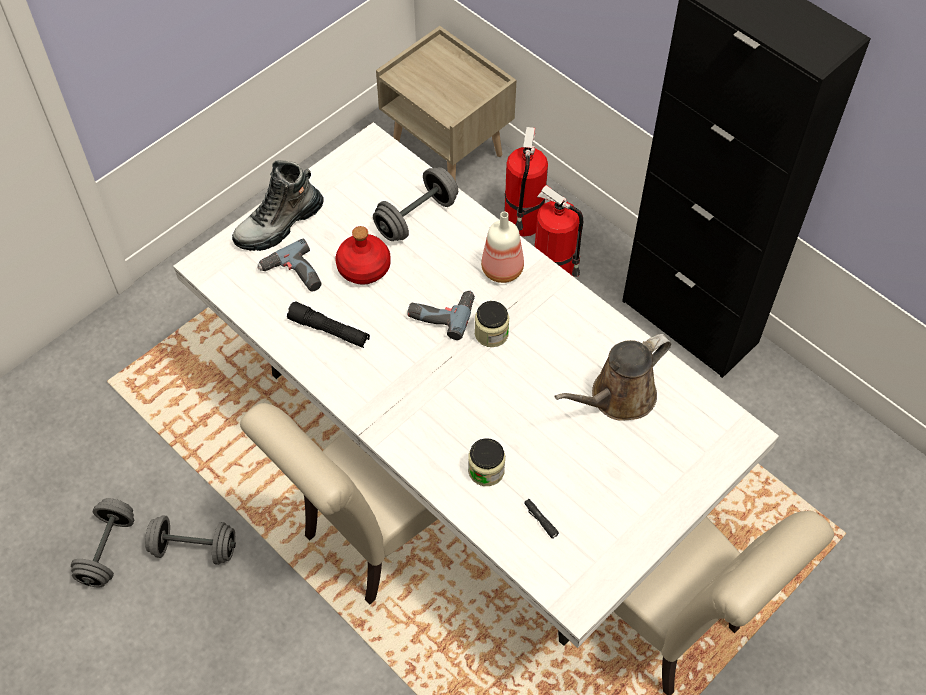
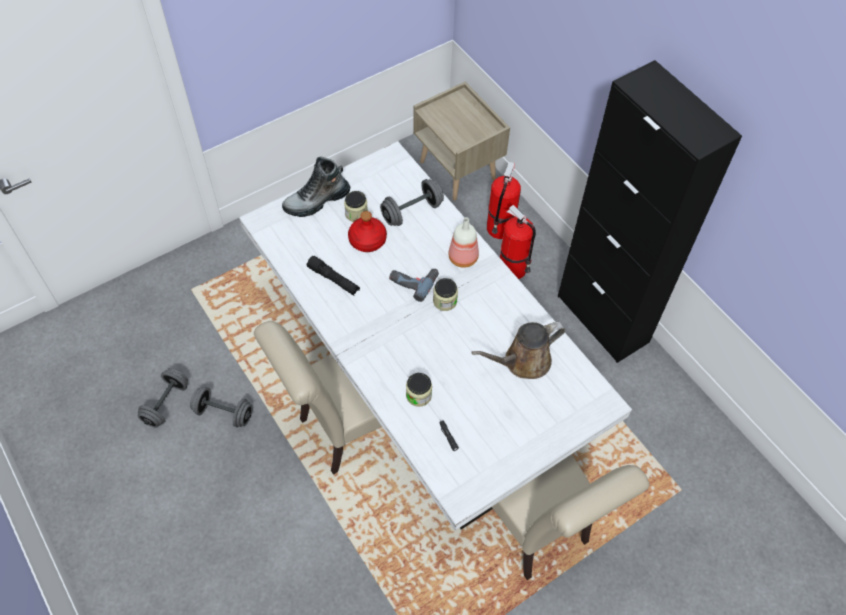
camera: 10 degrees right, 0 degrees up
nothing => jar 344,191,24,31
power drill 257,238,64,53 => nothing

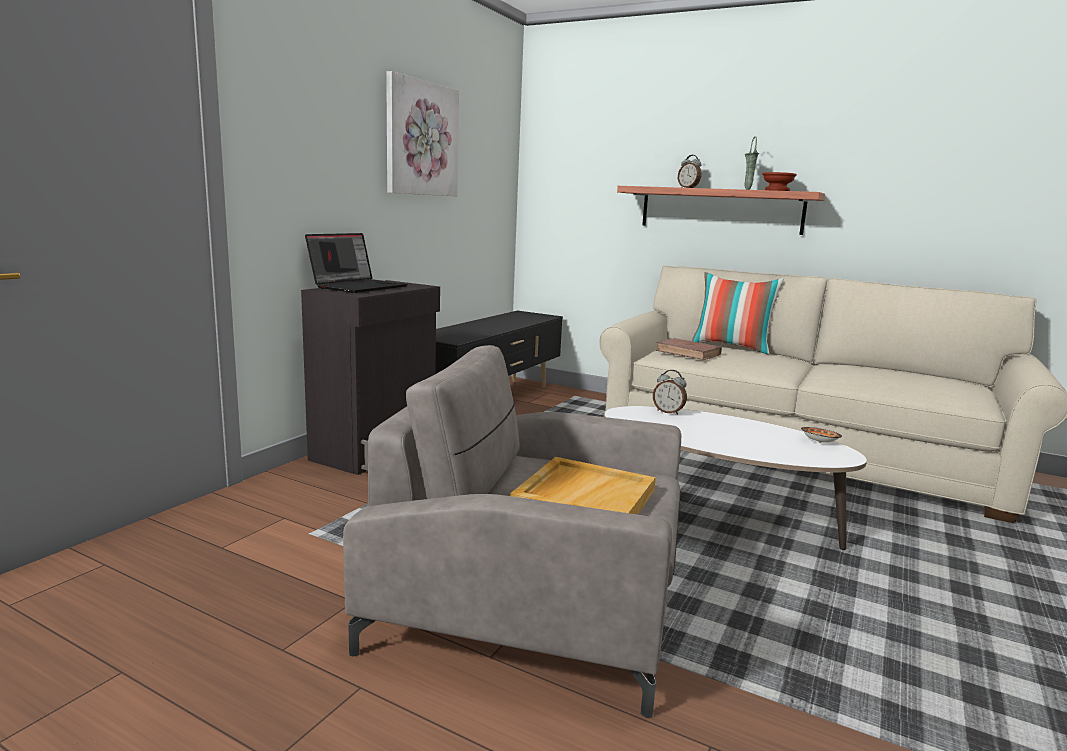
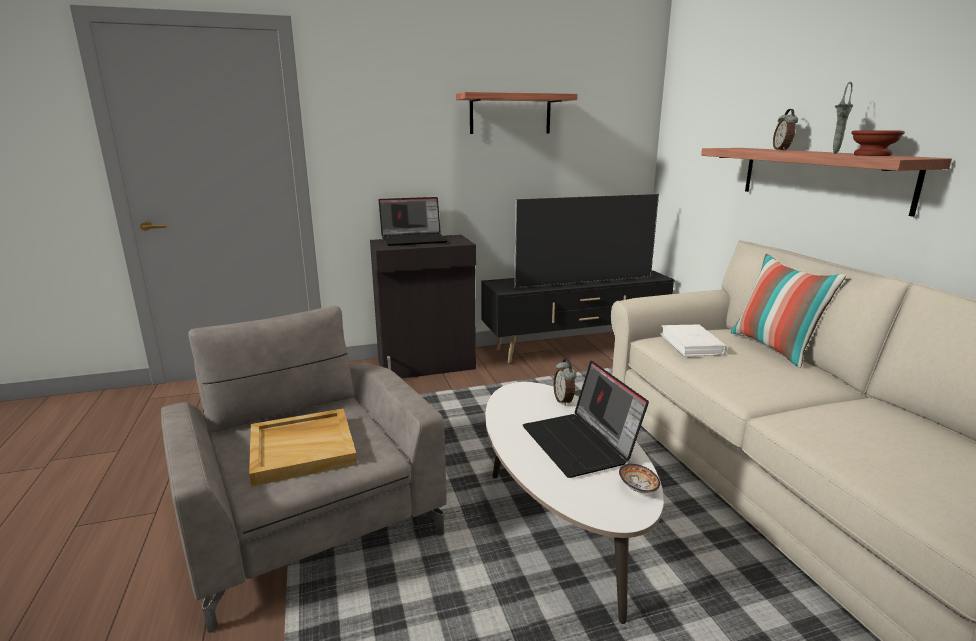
camera: 45 degrees right, 5 degrees up
picture 386,71,73,125 => shelf 456,92,122,42
nothing => television 514,194,145,94
nothing => laptop 523,361,126,117
brown book 655,338,67,22 => white book 660,325,67,31

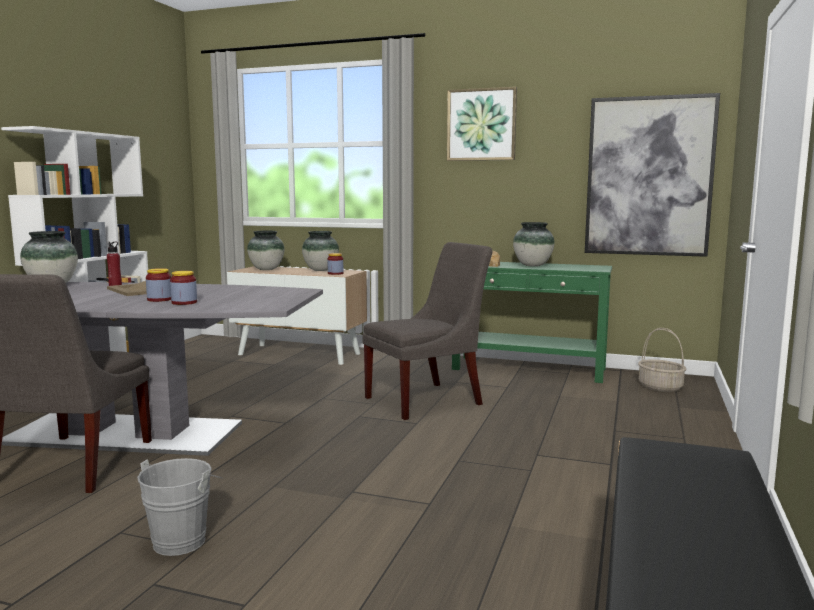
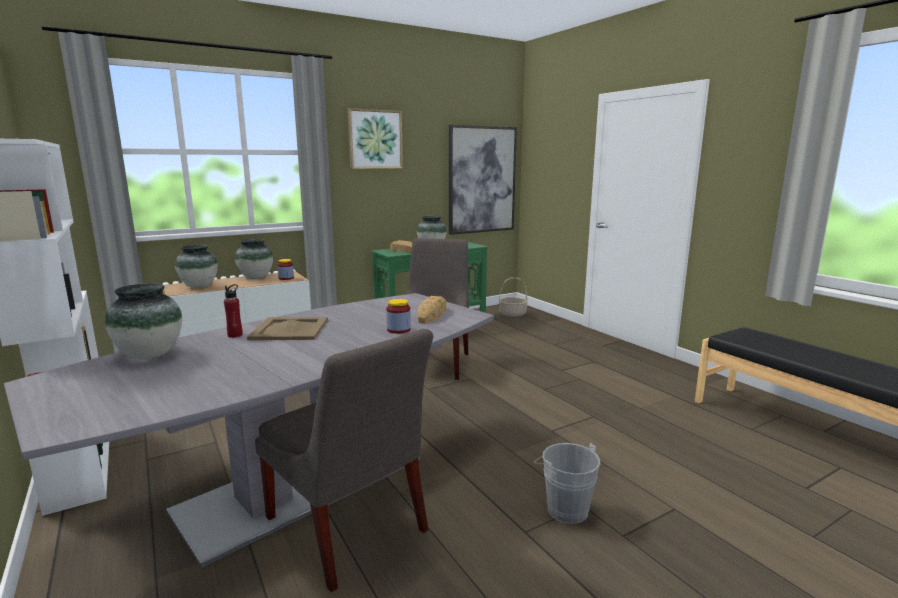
camera: 50 degrees left, 5 degrees up
nothing => bread 418,296,28,28
jar 146,268,25,34 => nothing

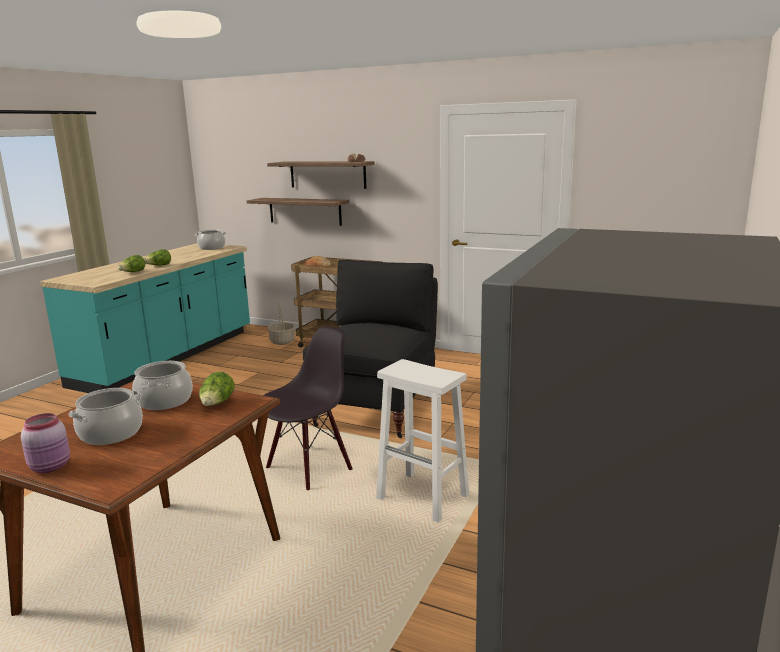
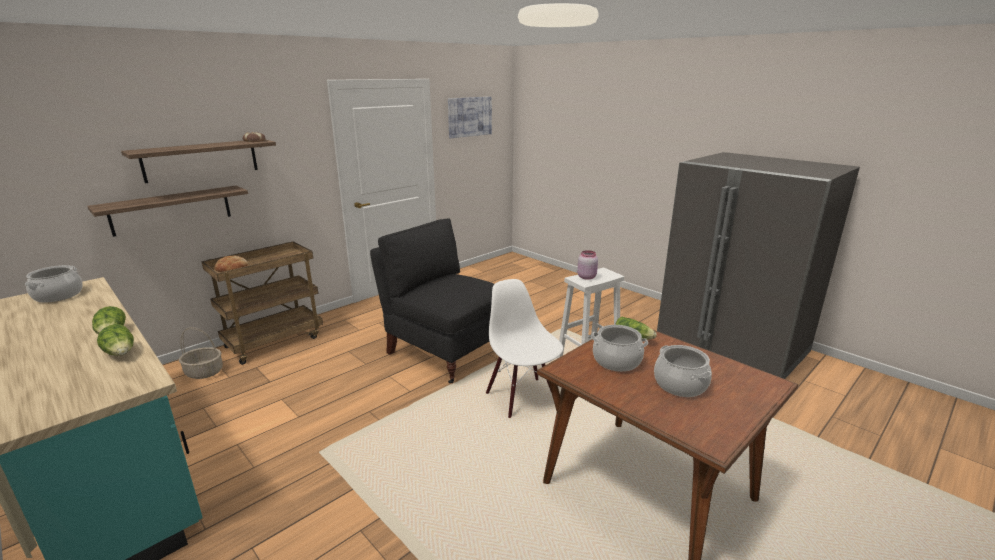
camera: 70 degrees left, 5 degrees up
nothing => picture 448,97,44,41
black chair 263,326,90,164 => white chair 486,279,77,139
pink jar 21,413,49,60 => pink jar 577,250,21,30, move

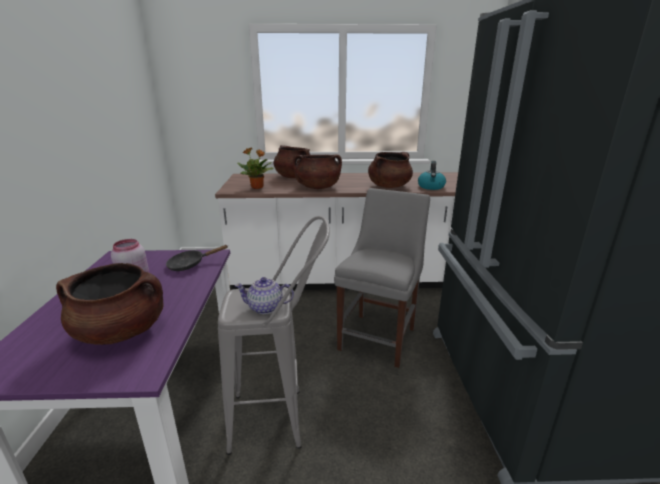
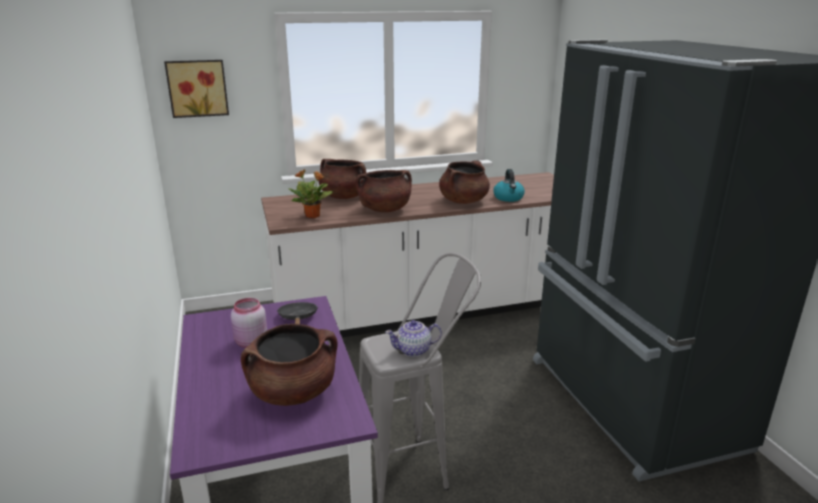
camera: 15 degrees left, 0 degrees up
nothing => picture 164,60,65,58
black frying pan 166,245,62,26 => black frying pan 277,302,41,22, 120 degrees clockwise
grey chair 334,188,96,180 => nothing

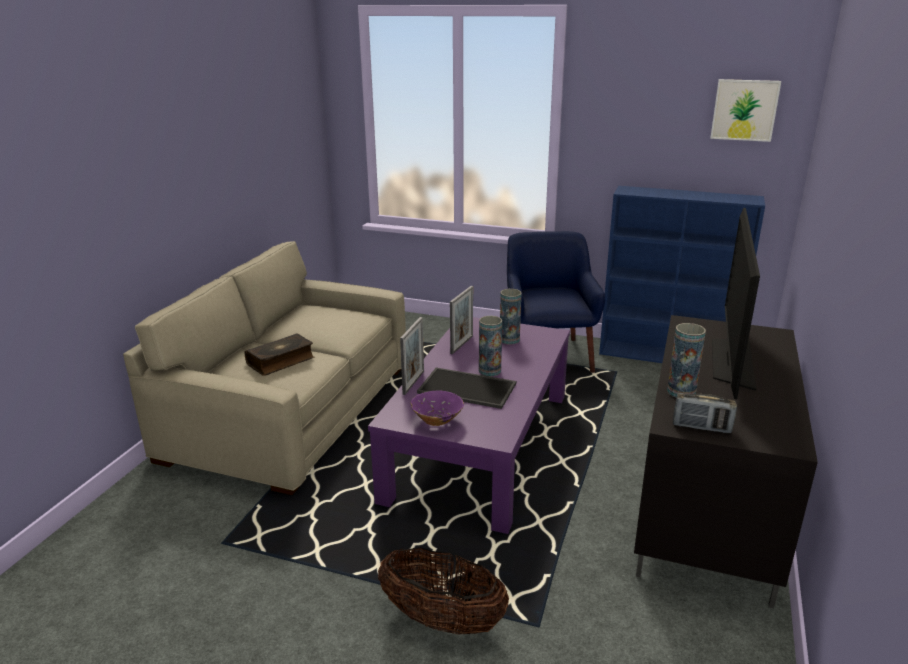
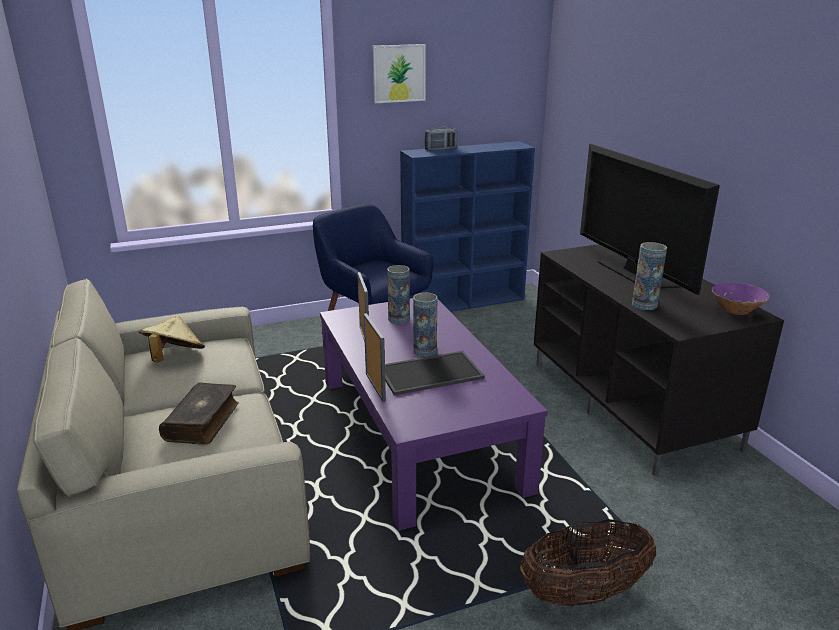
camera: 40 degrees left, 0 degrees up
nothing => beige hat 139,316,66,46
picture 710,79,71,63 => picture 373,44,53,59, move
radio 673,393,64,40 => radio 425,127,32,24, move
purple bowl 411,390,53,36 => purple bowl 712,282,58,33, move

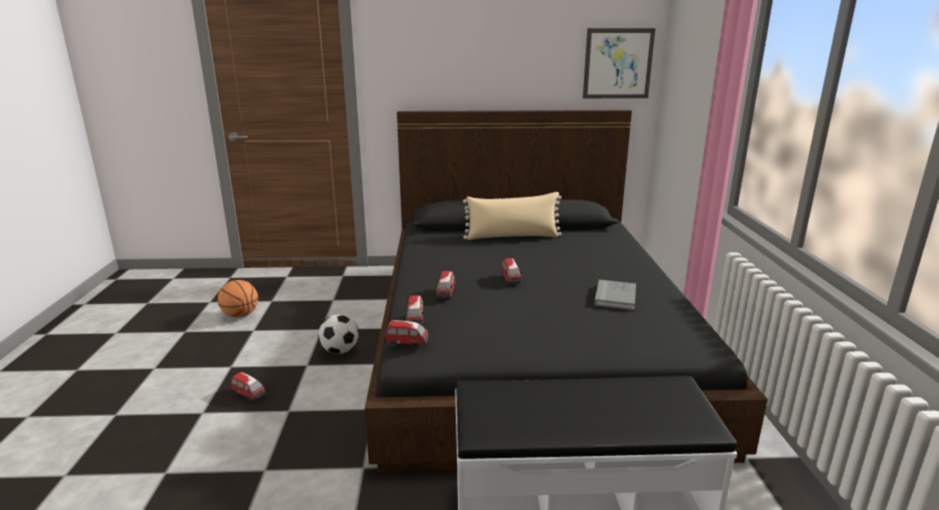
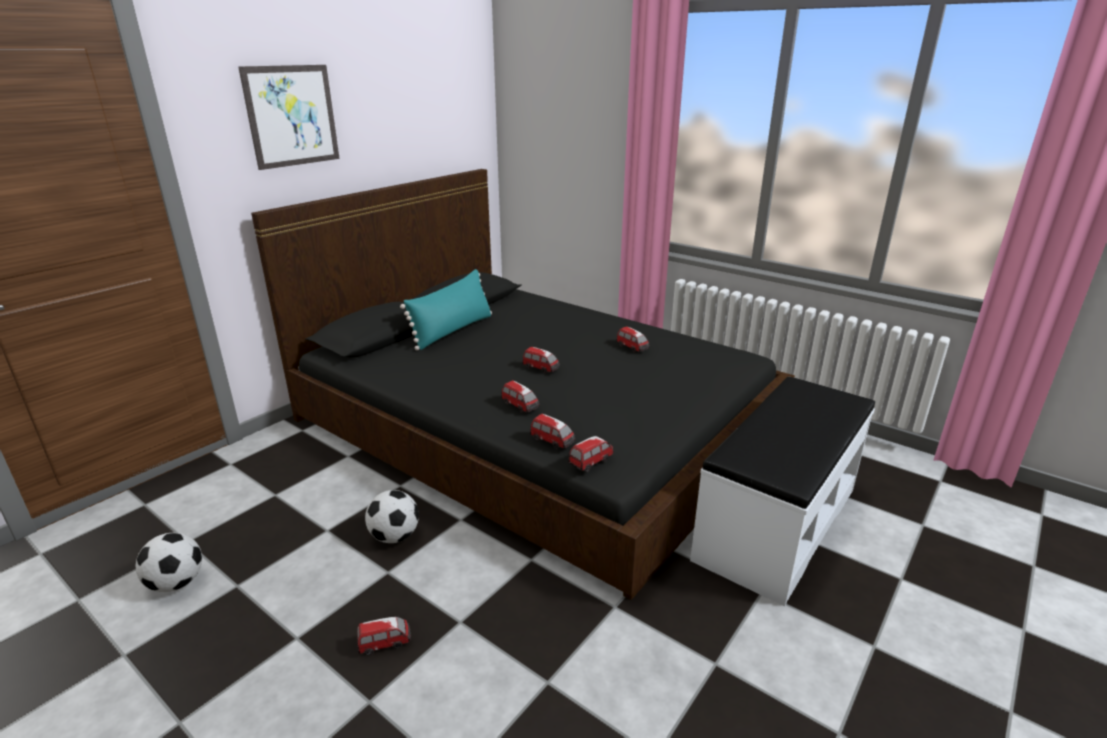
camera: 50 degrees left, 5 degrees up
basketball 218,280,40,37 => football 135,533,67,59
picture 583,28,72,70 => picture 238,65,102,105, move
beige pillow 463,192,99,48 => turquoise pillow 400,269,92,81
grey book 594,280,42,30 => toy car 617,326,32,26

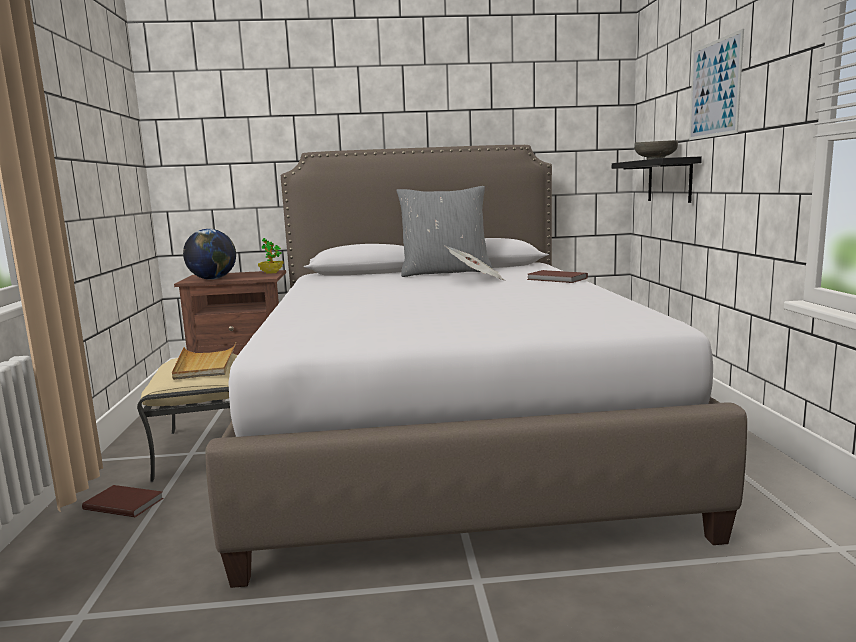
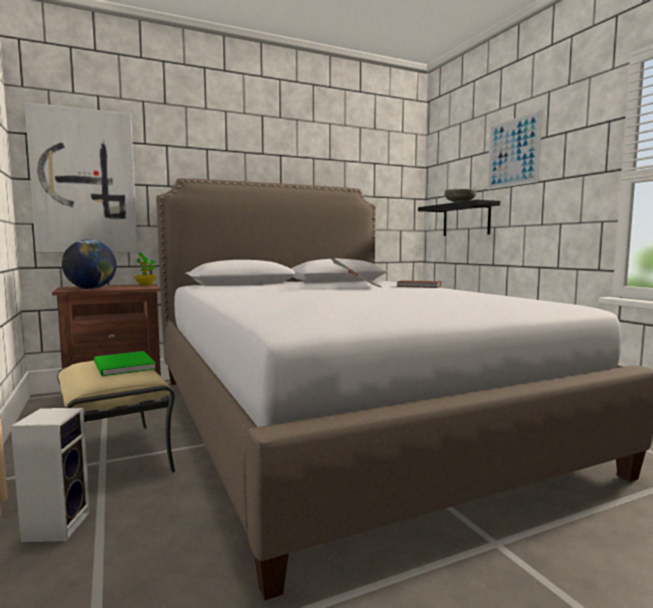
camera: 20 degrees left, 5 degrees down
brown book 82,485,81,32 => speaker 11,408,79,134
nothing => picture 25,102,113,151
beige tray 172,343,64,37 => green book 94,351,62,26
grey pillow 396,186,97,91 => nothing

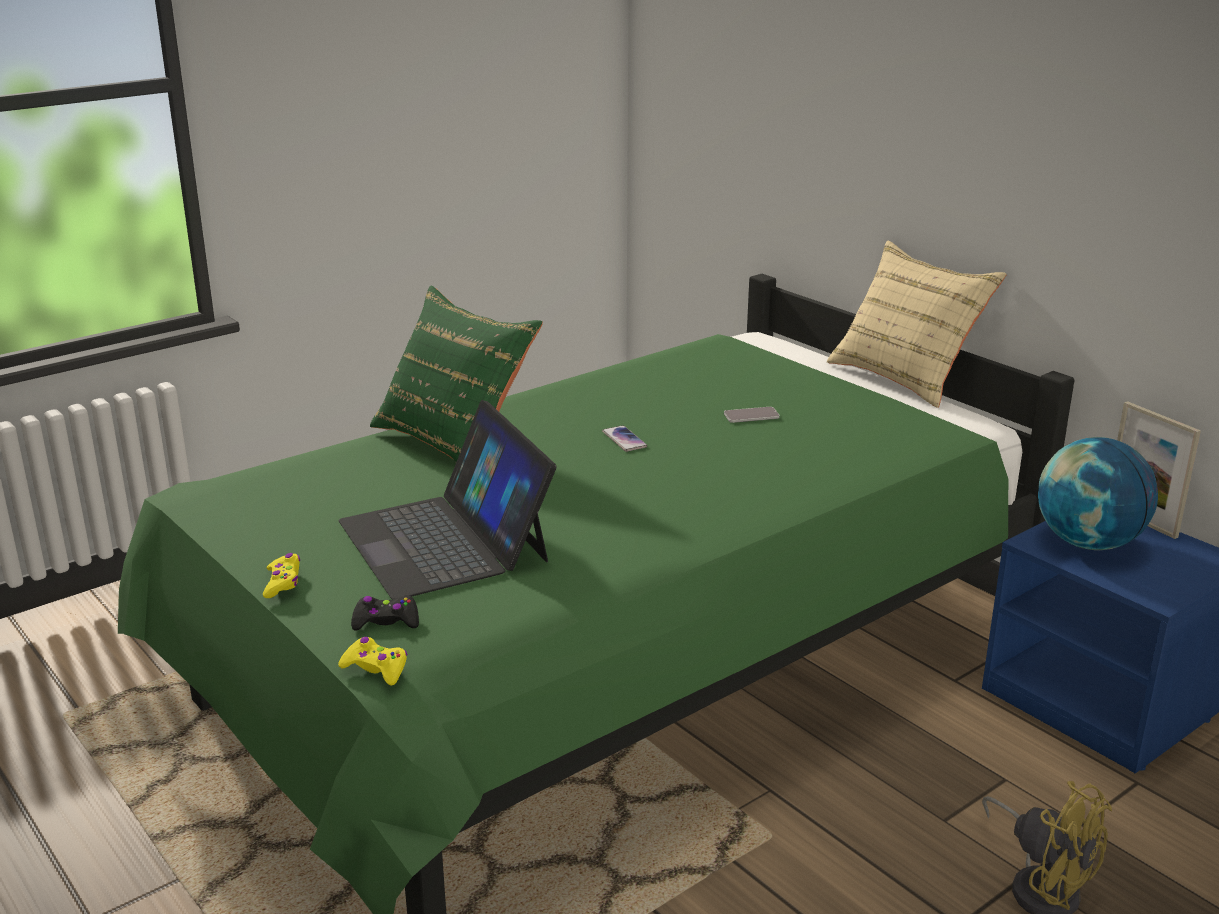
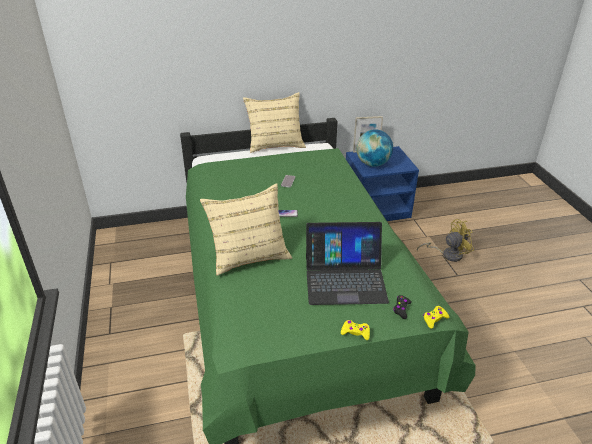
camera: 65 degrees left, 10 degrees up
green pillow 370,285,173,177 => beige pillow 200,183,92,93

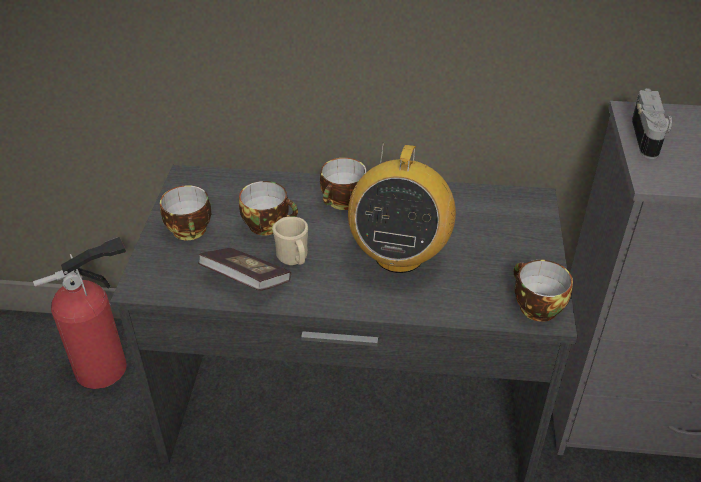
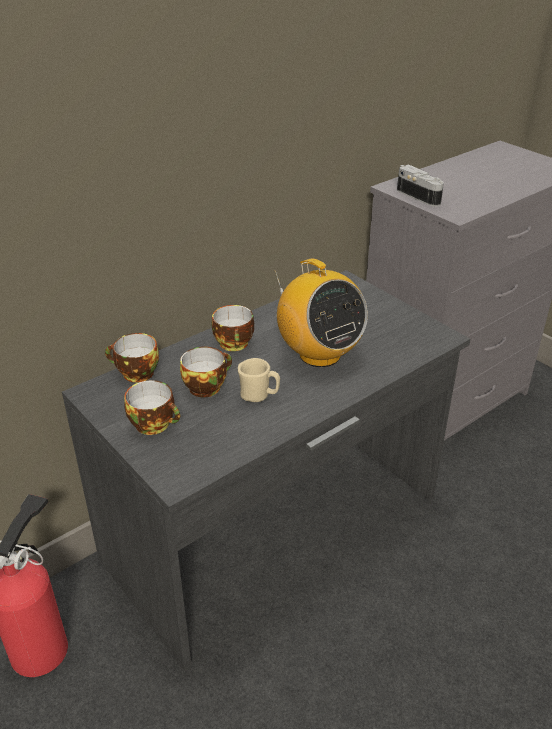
camera: 45 degrees left, 5 degrees down
cup 514,260,59,62 => cup 105,333,54,49, move
book 198,248,93,43 => nothing

